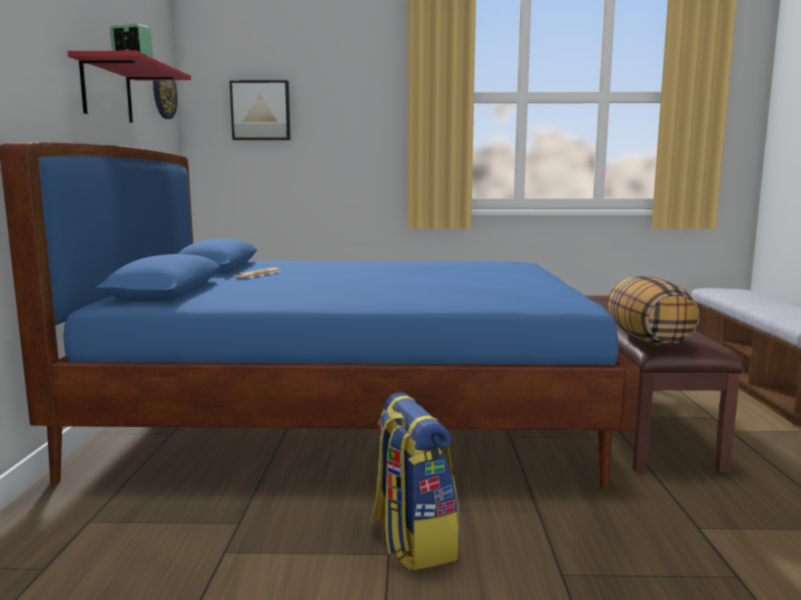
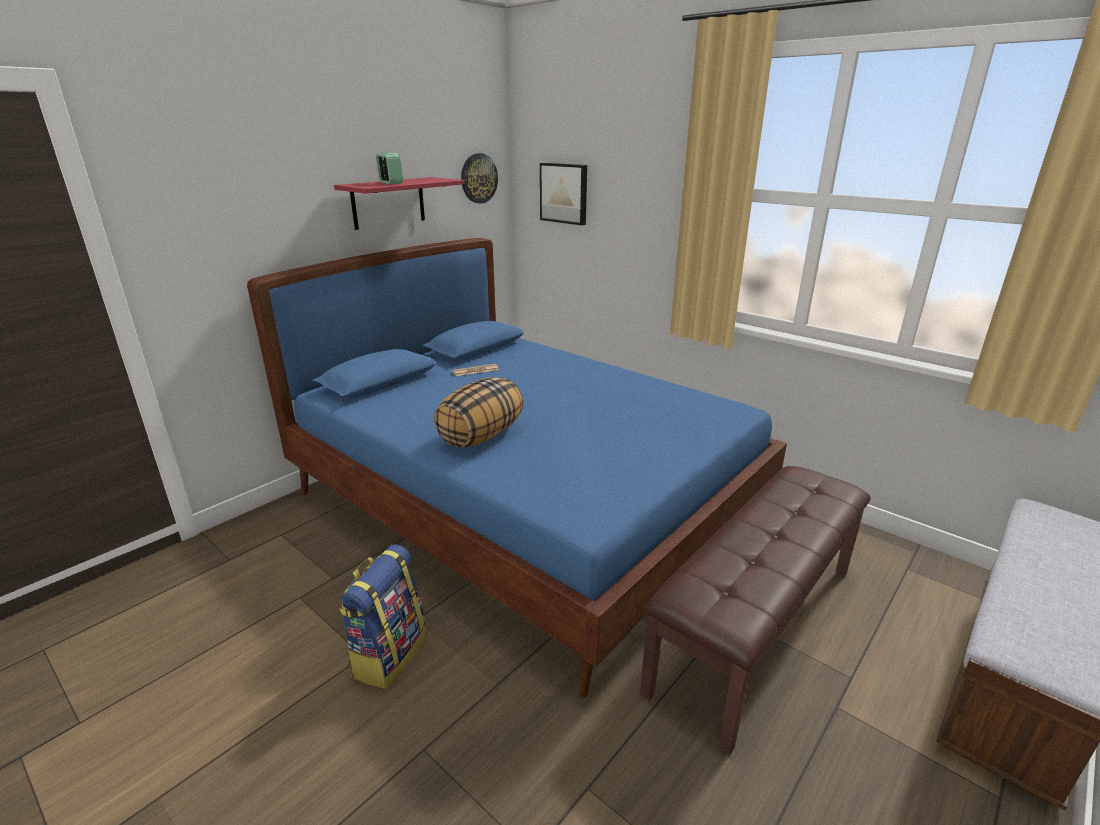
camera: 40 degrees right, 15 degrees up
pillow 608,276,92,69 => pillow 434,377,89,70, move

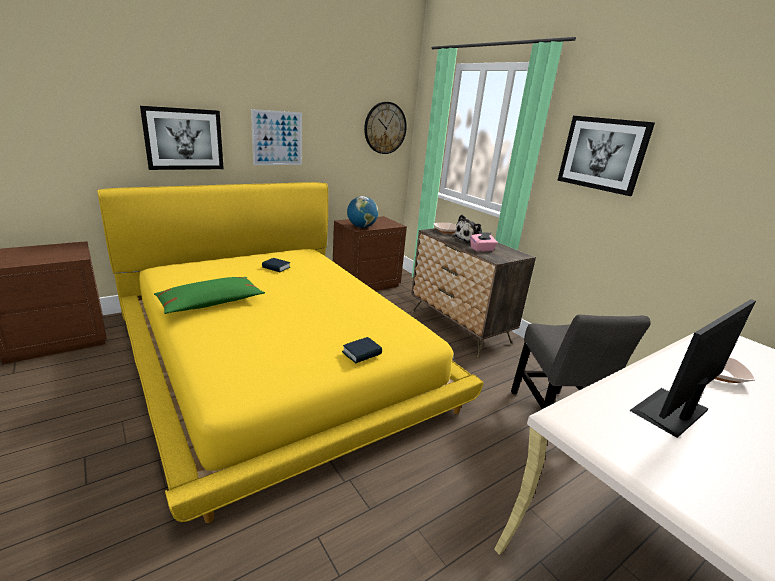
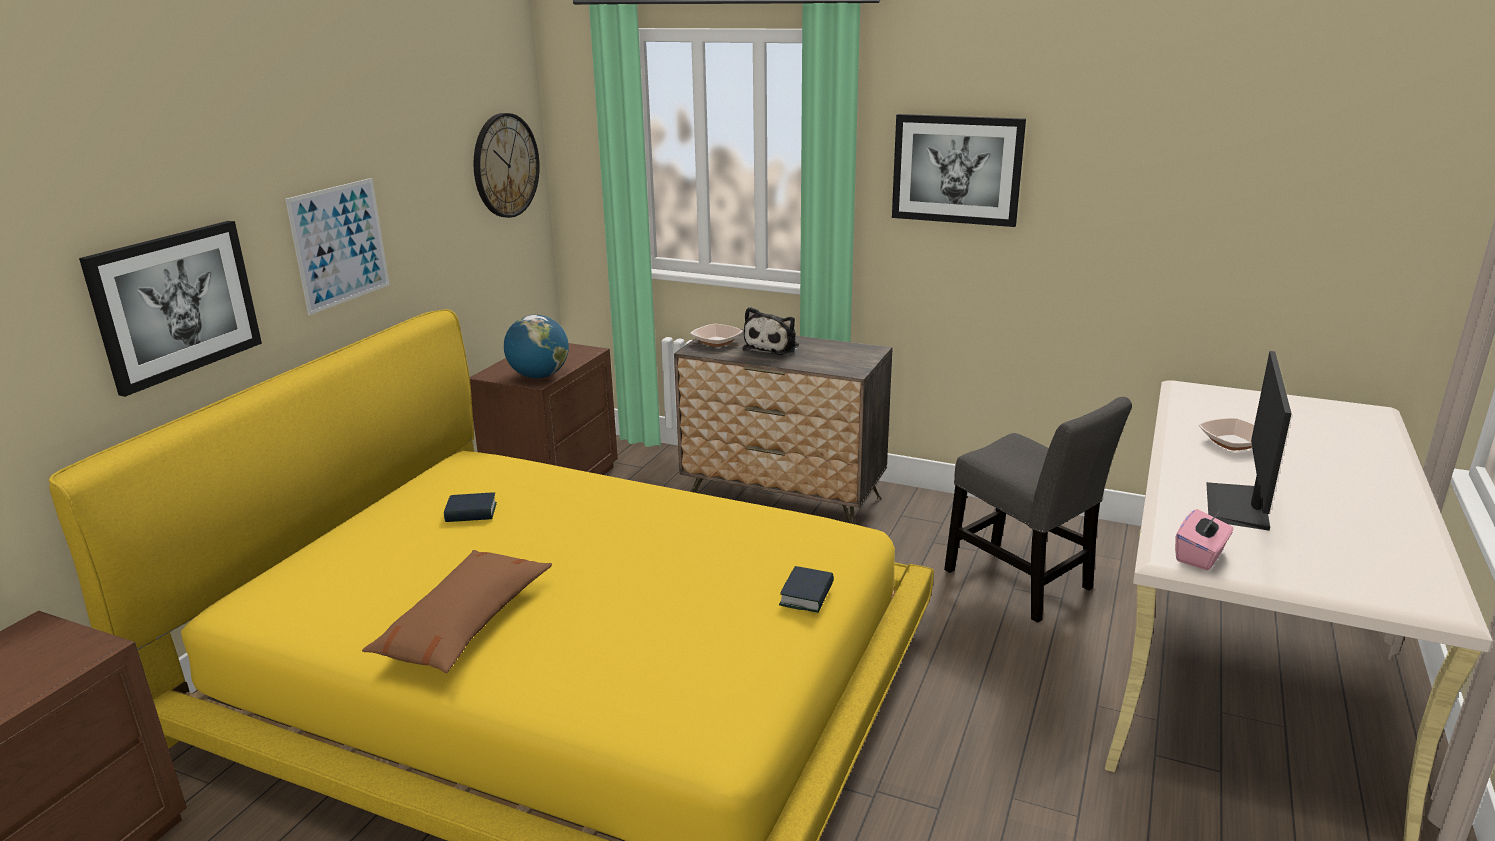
camera: 30 degrees left, 0 degrees up
green pillow 154,277,111,37 => brown pillow 362,550,190,123
pink tissue box 470,232,28,20 => pink tissue box 1175,509,58,61, move

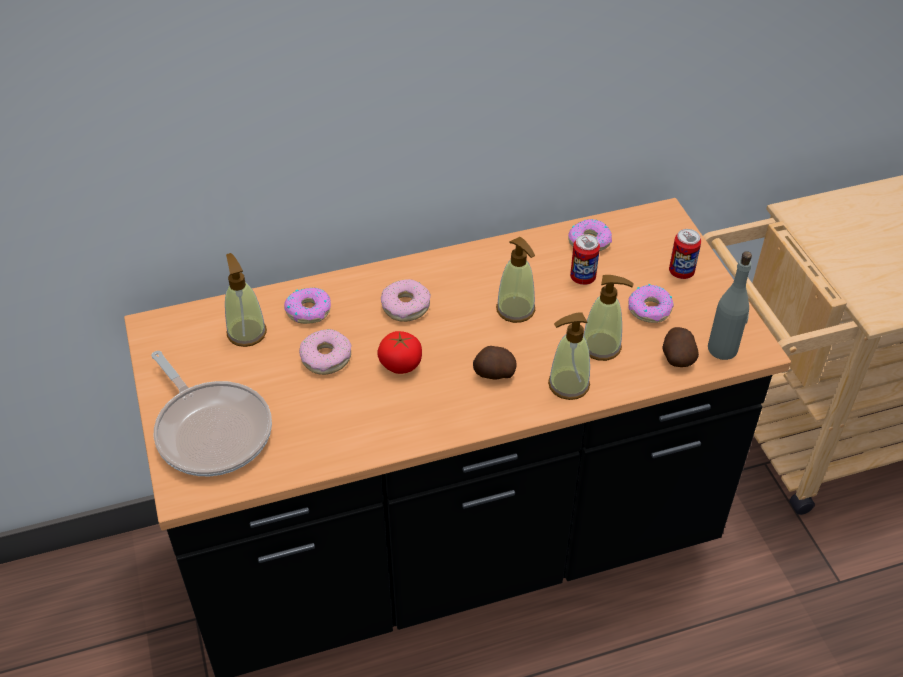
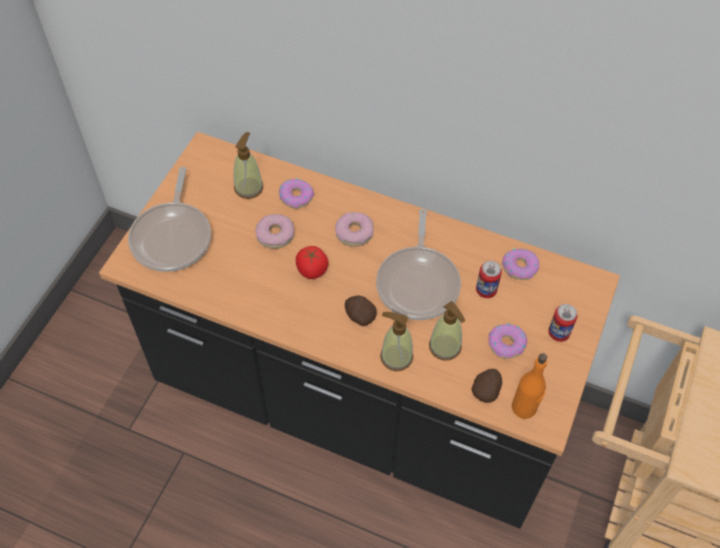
camera: 40 degrees right, 10 degrees up
soap dispenser 496,237,39,86 => frying pan 376,209,85,111
grey bottle 708,251,44,109 => orange bottle 512,353,35,66

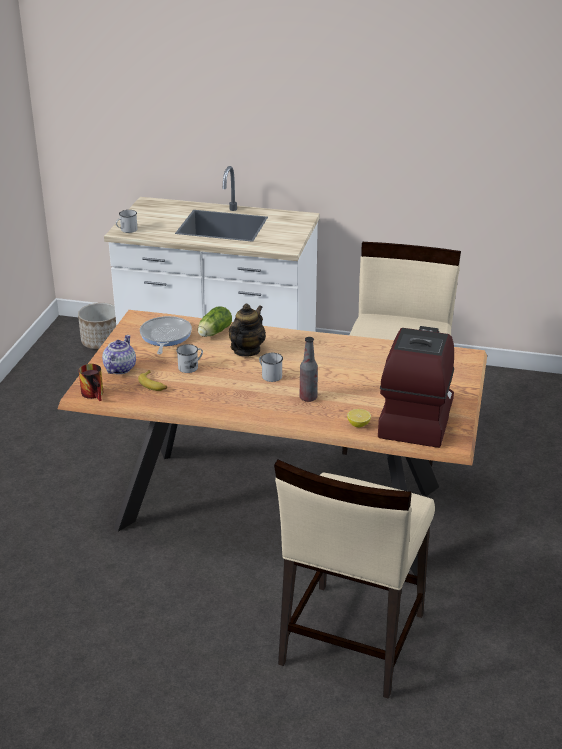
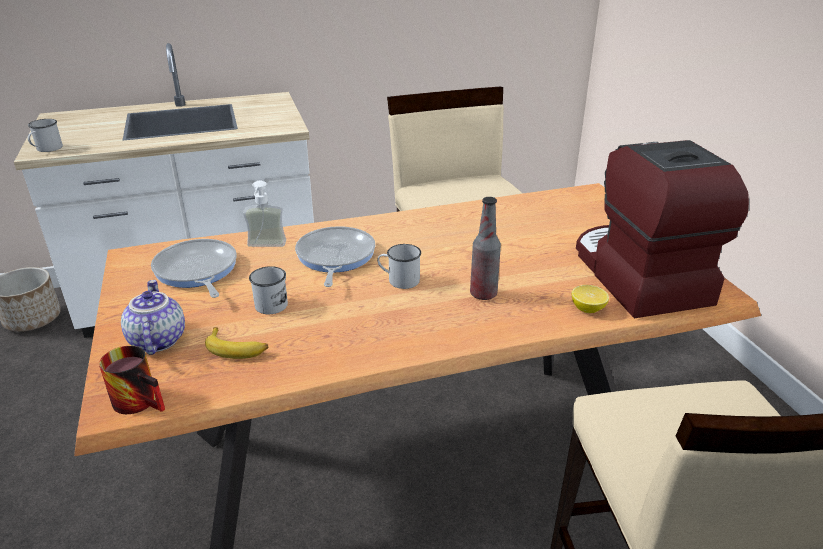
camera: 30 degrees left, 0 degrees up
lettuce 198,306,34,31 => soap dispenser 243,181,43,66
teapot 229,304,37,53 => frying pan 295,226,80,61

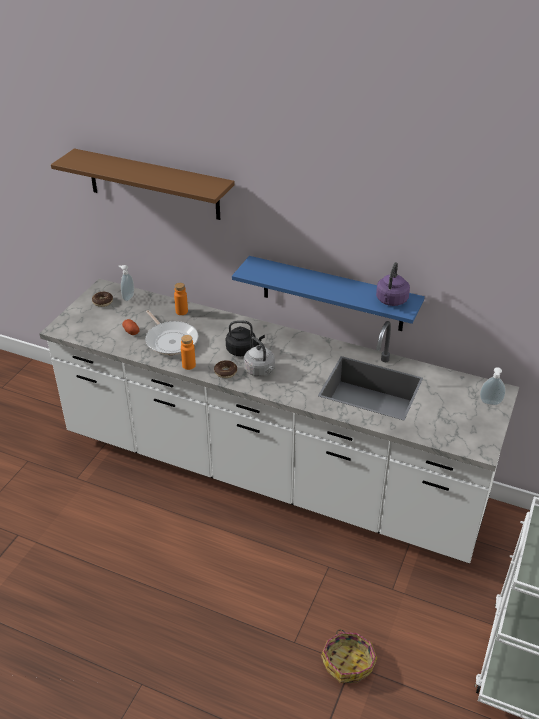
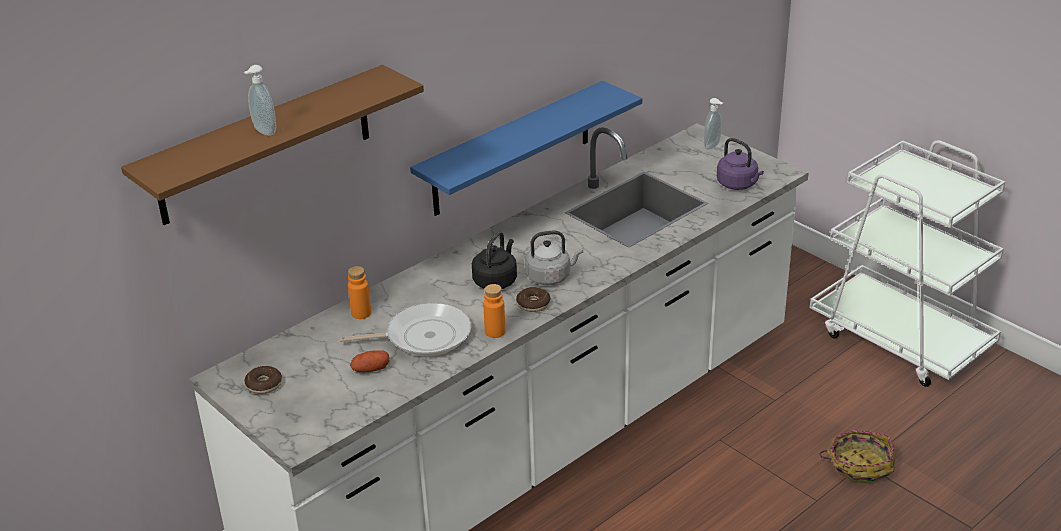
camera: 65 degrees left, 5 degrees down
soap dispenser 118,265,16,36 => soap dispenser 244,65,32,71, move
purple kettle 376,262,34,44 => purple kettle 717,138,47,52, move

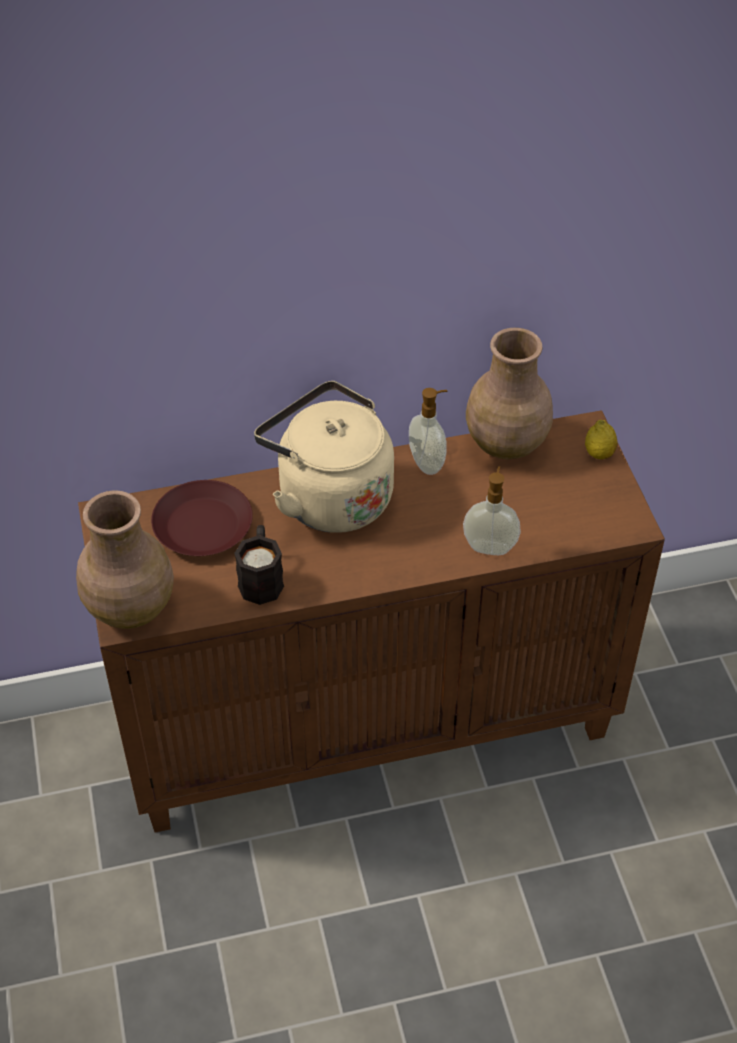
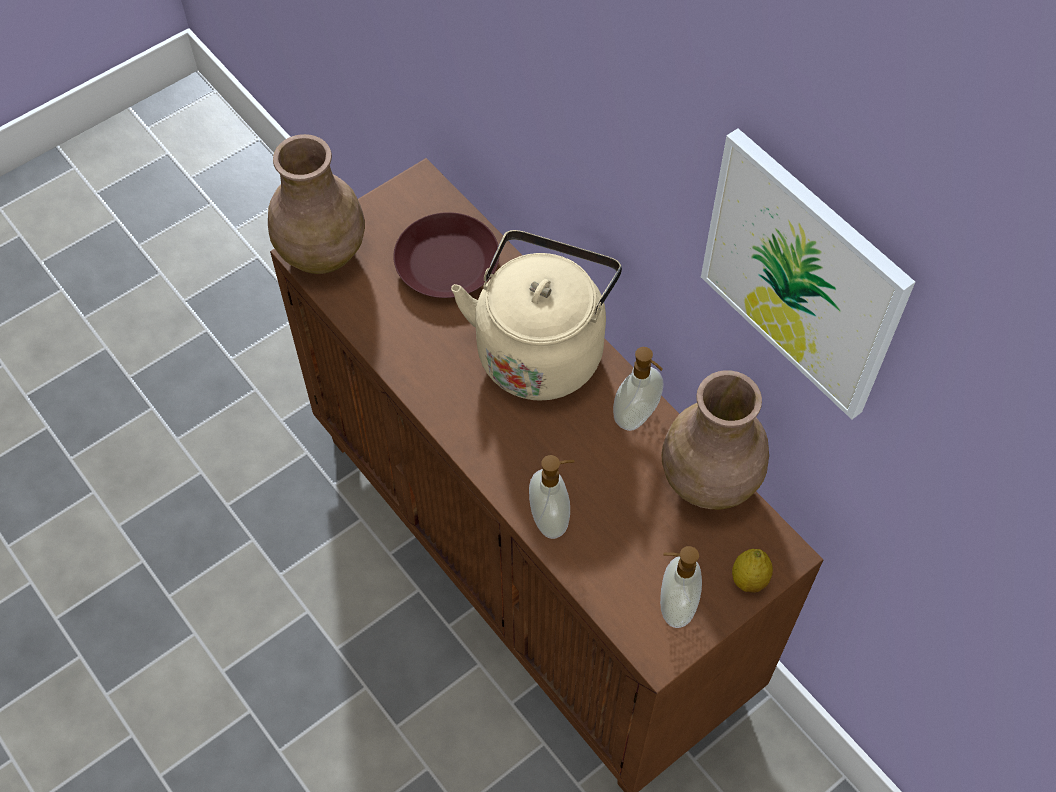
camera: 65 degrees right, 10 degrees up
nothing => soap dispenser 660,546,42,82
nothing => picture 701,128,214,292
black mug 234,525,50,80 => nothing

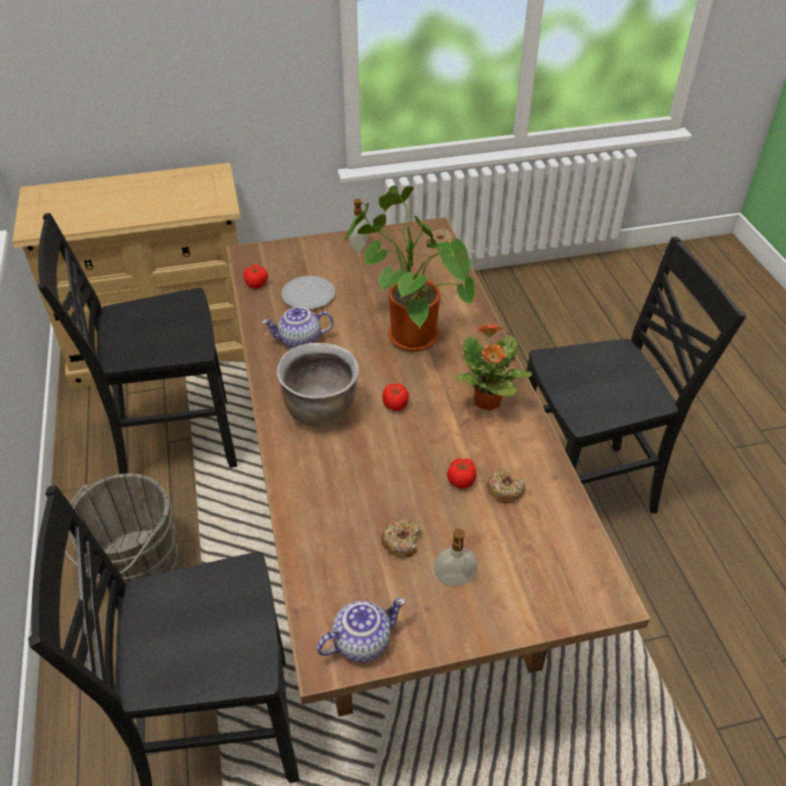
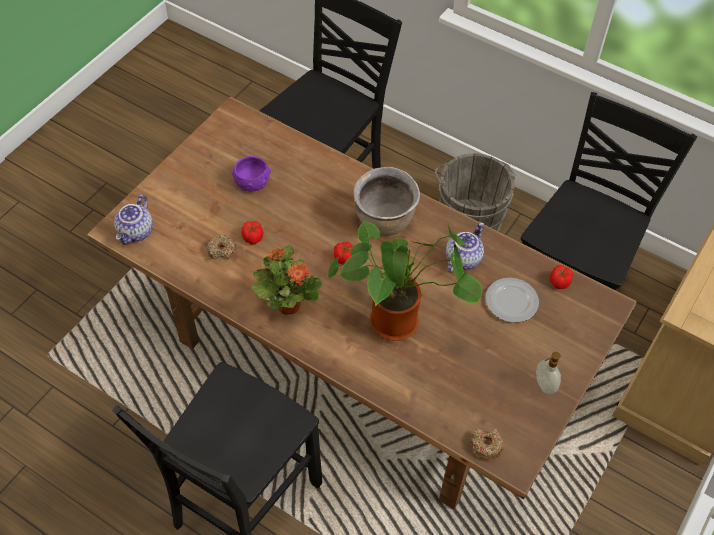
camera: 135 degrees right, 10 degrees up
teapot 317,598,88,64 => teapot 114,194,39,50, move
donut 381,519,40,38 => purple bowl 231,156,40,36
soap dispenser 434,529,44,57 => nothing

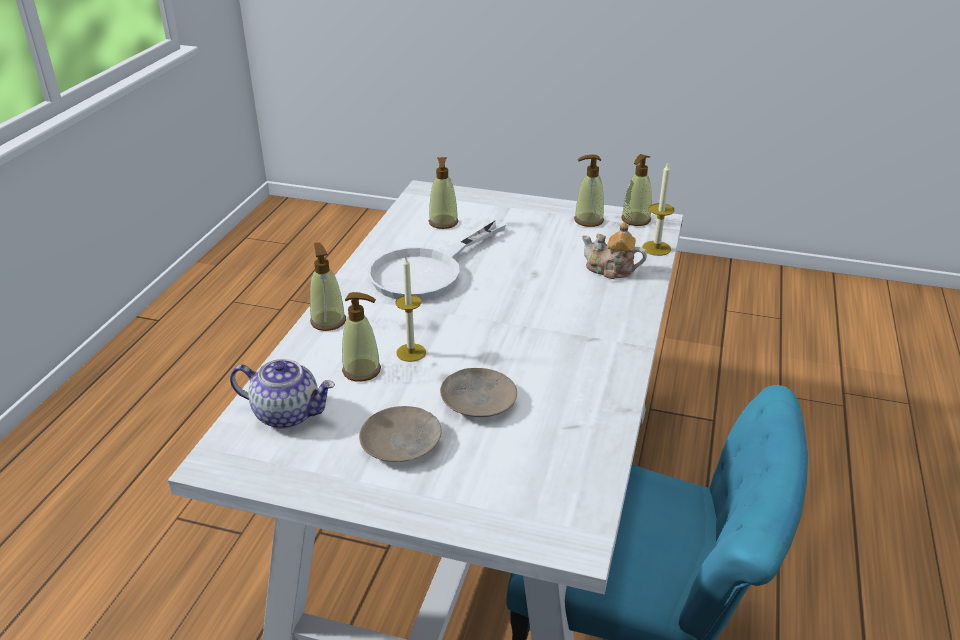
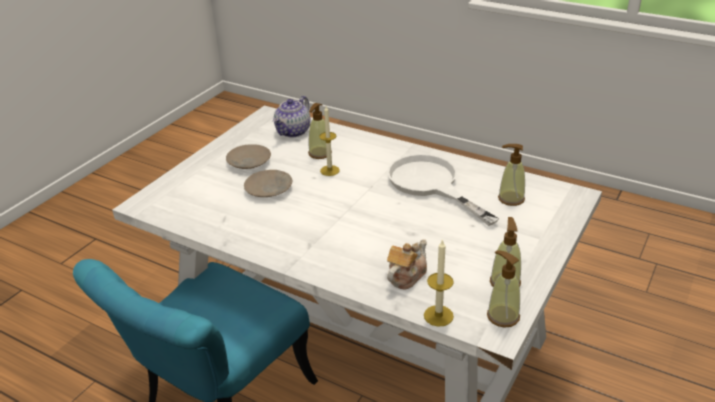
camera: 105 degrees right, 0 degrees up
soap dispenser 310,242,36,89 => nothing

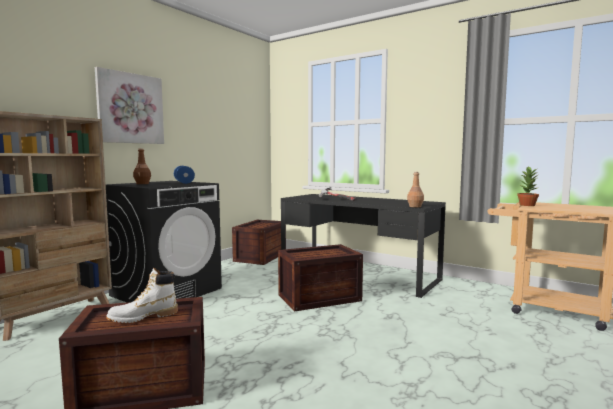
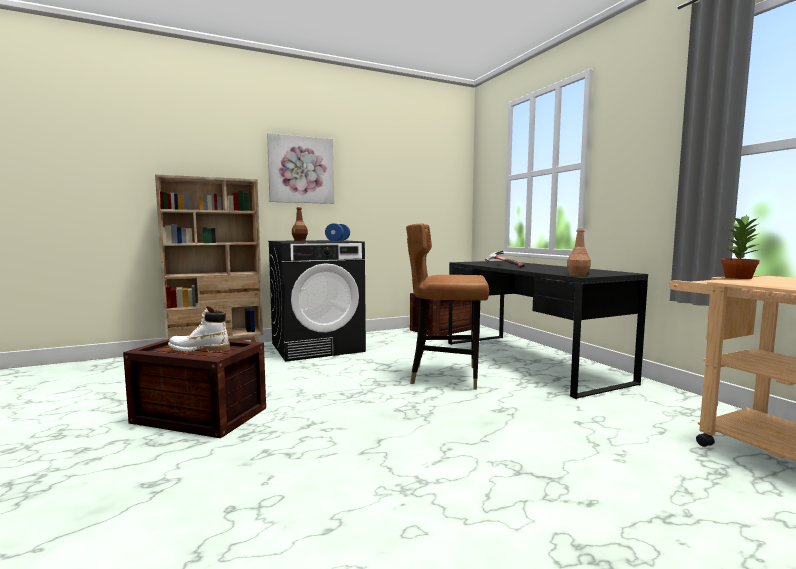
camera: 30 degrees right, 0 degrees up
crate 278,244,85,67 => brown chair 406,223,83,167

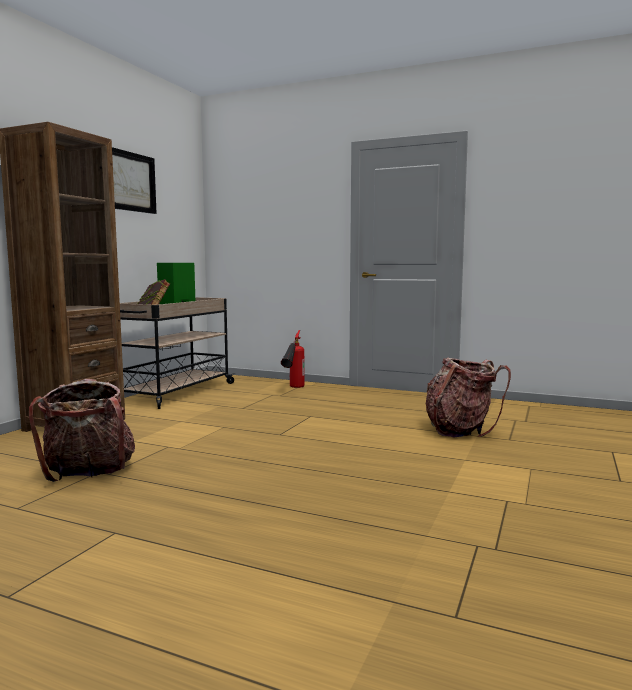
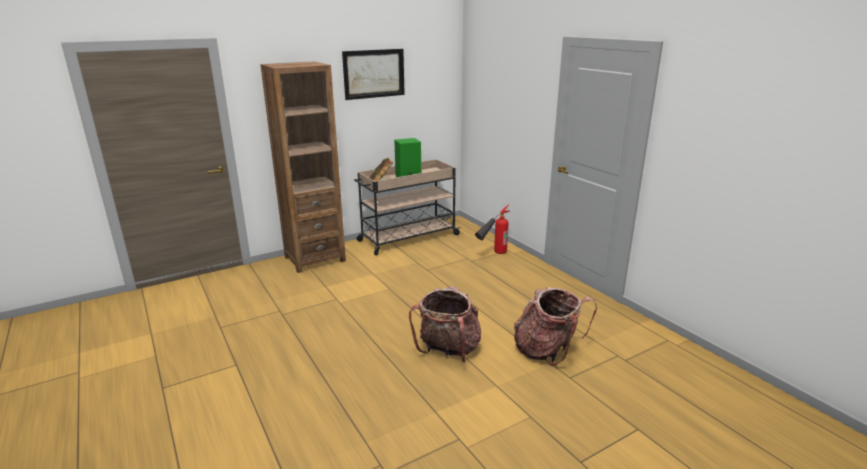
camera: 35 degrees right, 15 degrees up
backpack 29,379,106,103 => backpack 409,286,72,76, move

